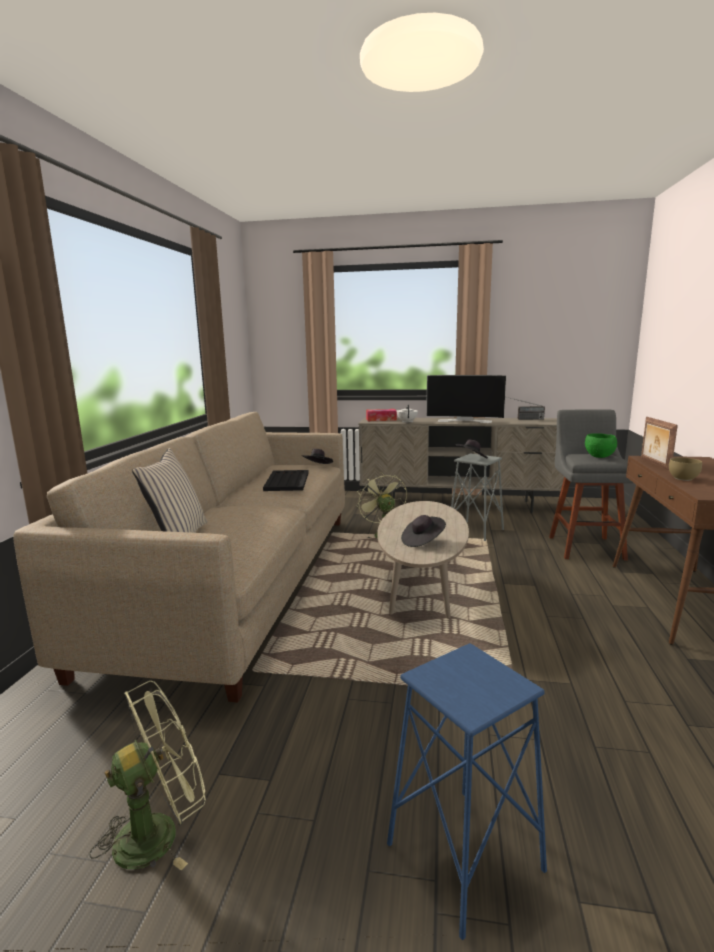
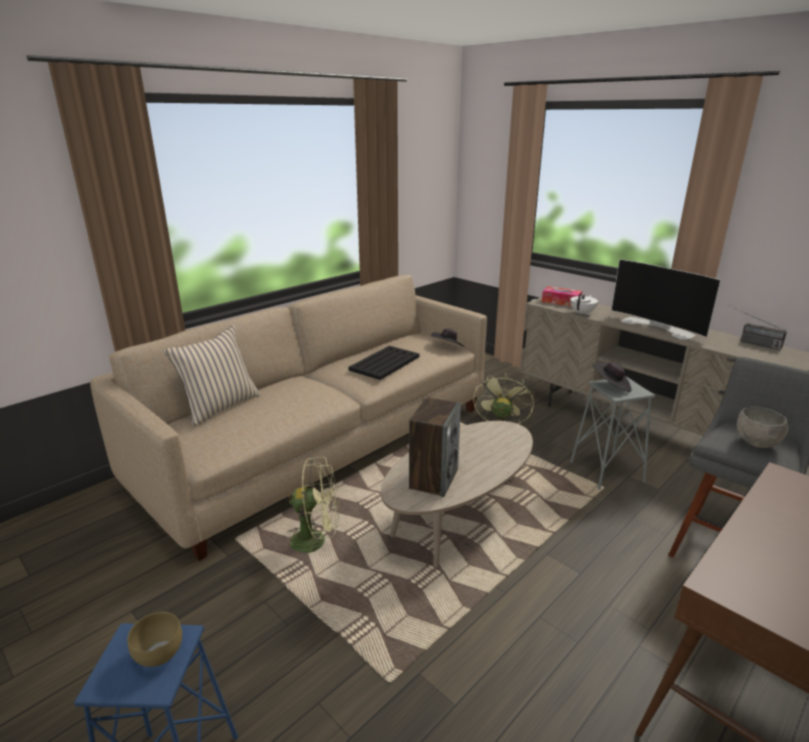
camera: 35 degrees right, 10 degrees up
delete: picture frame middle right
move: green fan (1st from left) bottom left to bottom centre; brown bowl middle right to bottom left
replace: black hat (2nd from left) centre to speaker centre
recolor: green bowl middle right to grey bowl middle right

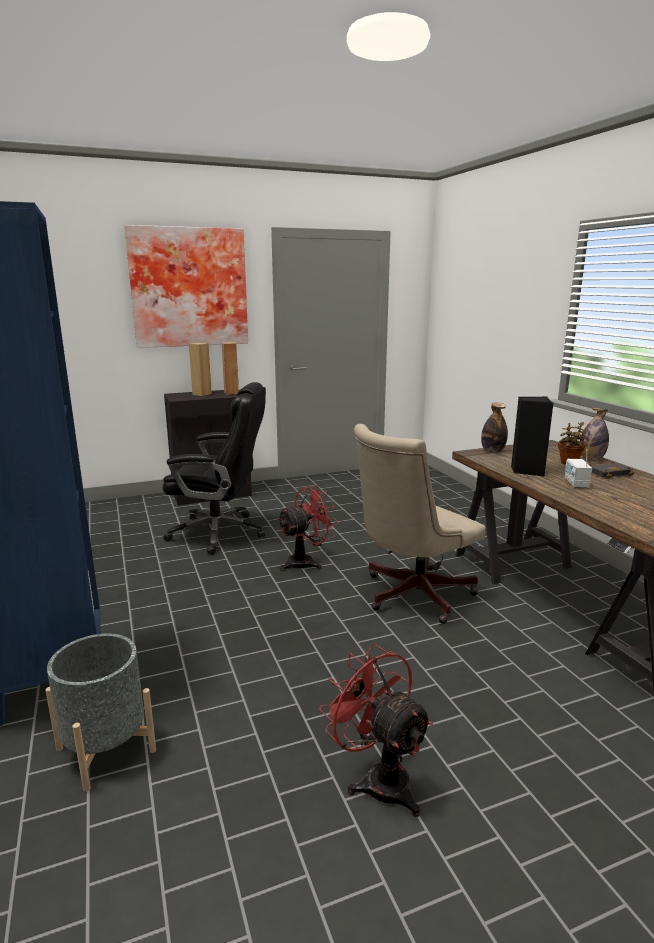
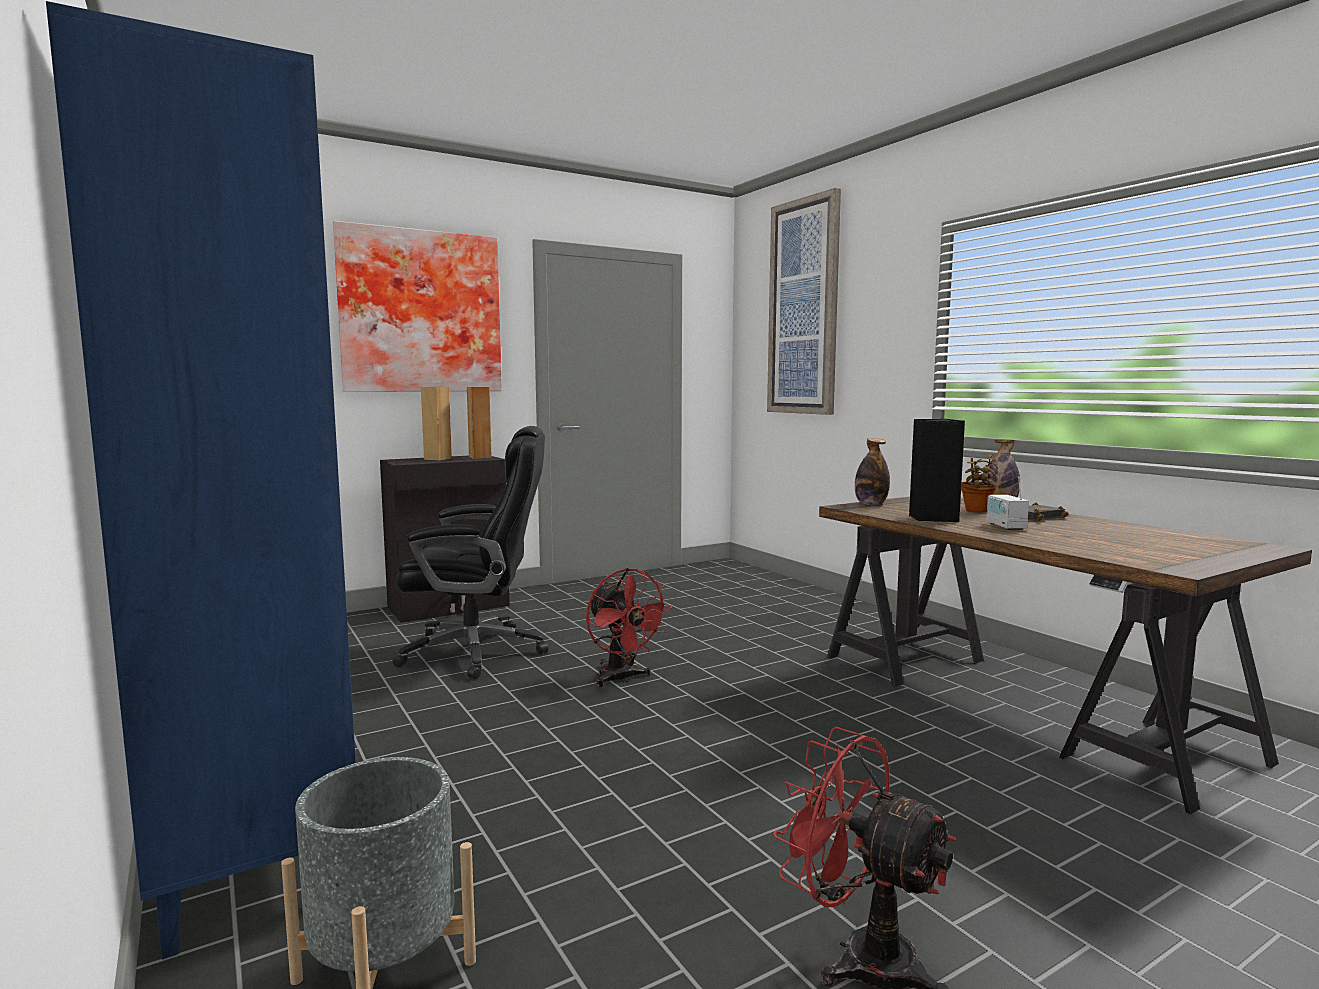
camera: 10 degrees left, 10 degrees down
delete: beige office chair centre
insert: picture (2nd from left) top centre
rotate: red fan (1st from left) centre = centre 105 degrees clockwise

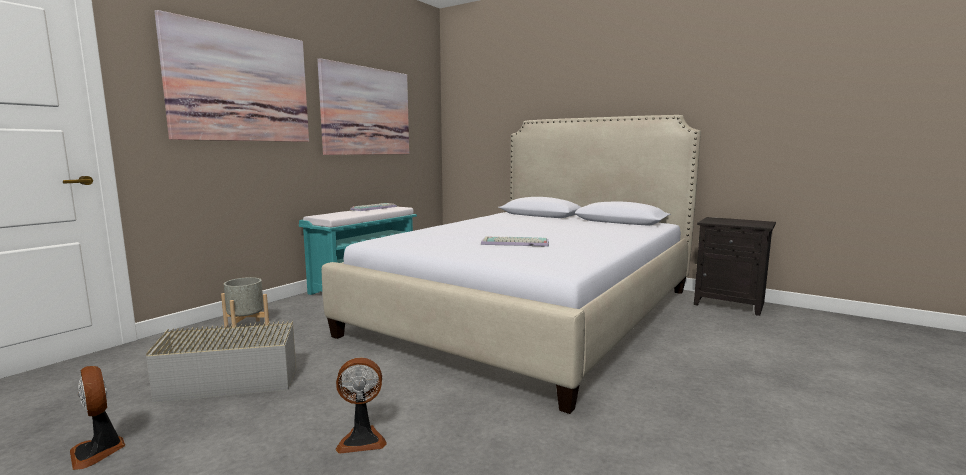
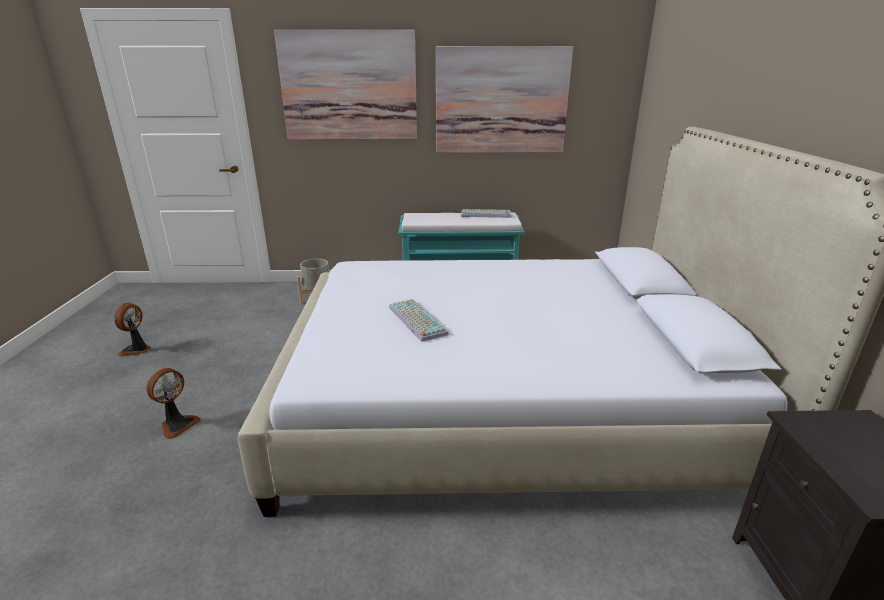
camera: 55 degrees right, 15 degrees up
delete: grey storage box bottom left
rotate: fan (2nd from left) bottom centre = bottom left 105 degrees counterclockwise

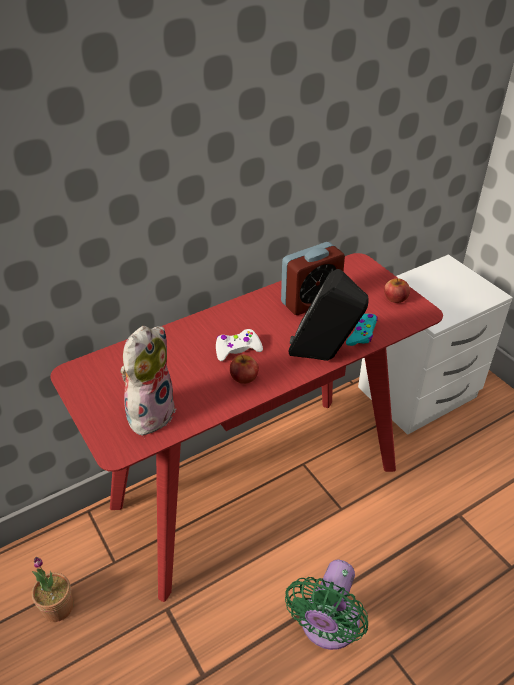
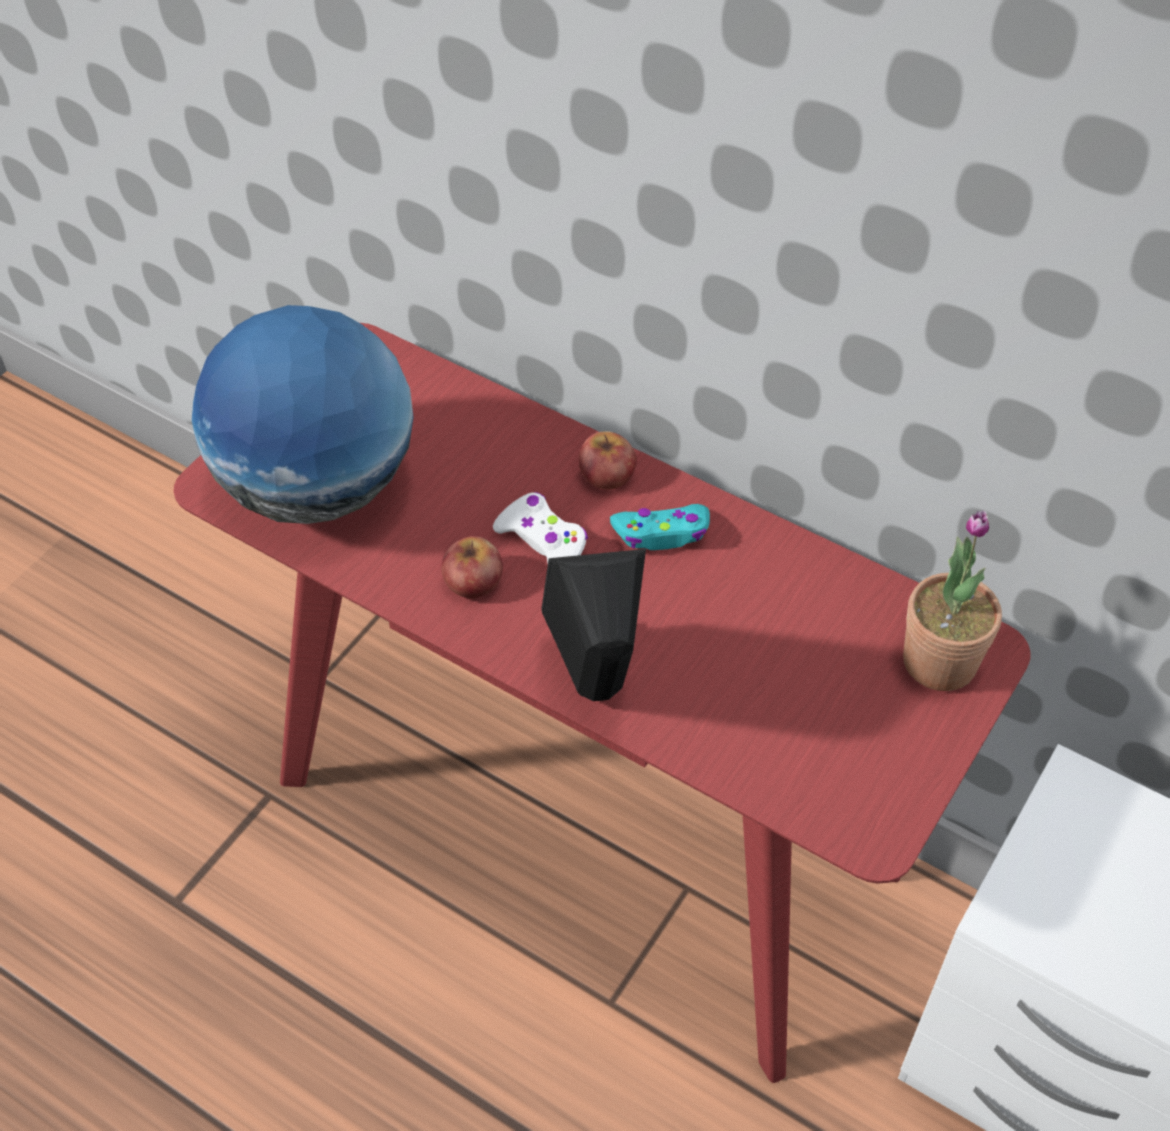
camera: 65 degrees right, 10 degrees up
delete: alarm clock centre; green fan bottom centre
move: potted plant bottom left to middle right; turquoise game controller middle right to centre; apple (2nd from left) middle right to centre
replace: plush toy middle left to globe middle left

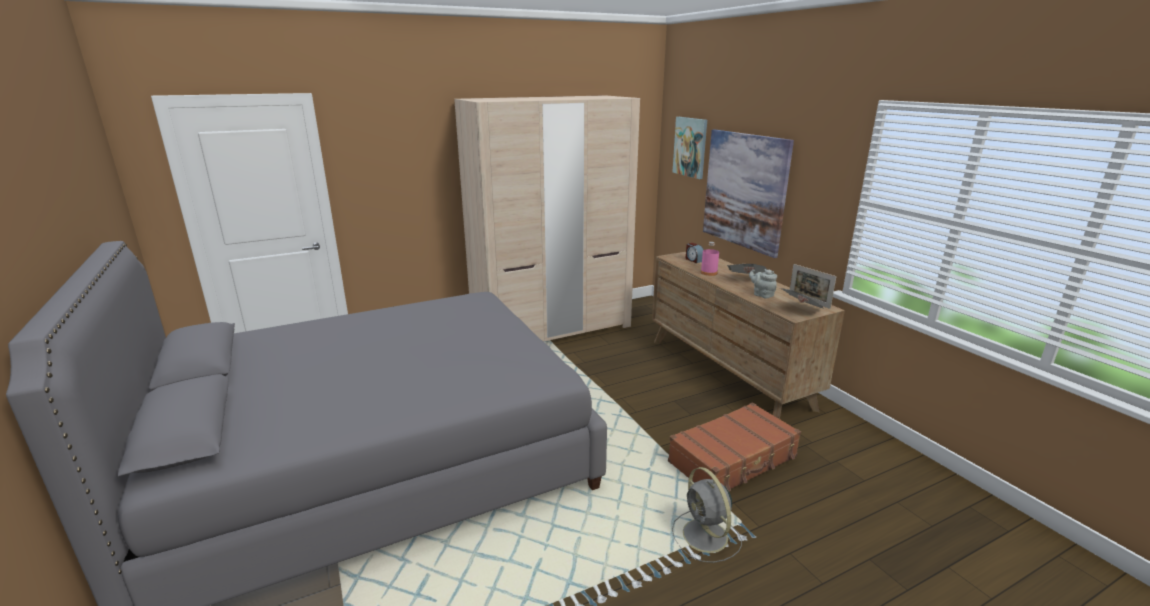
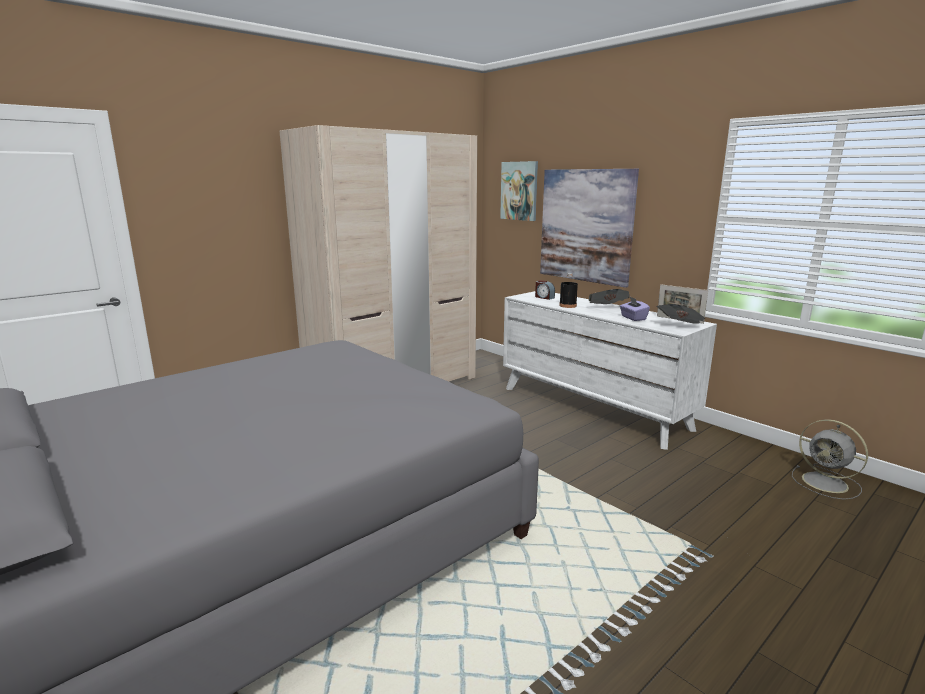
camera: 15 degrees left, 5 degrees down
delete: brown suitcase bottom centre
move: grey fan bottom centre to middle right
replace: grey teapot centre to purple tissue box middle right
recolor: brown dresser centre to white dresser centre; pink bottle centre to black bottle centre

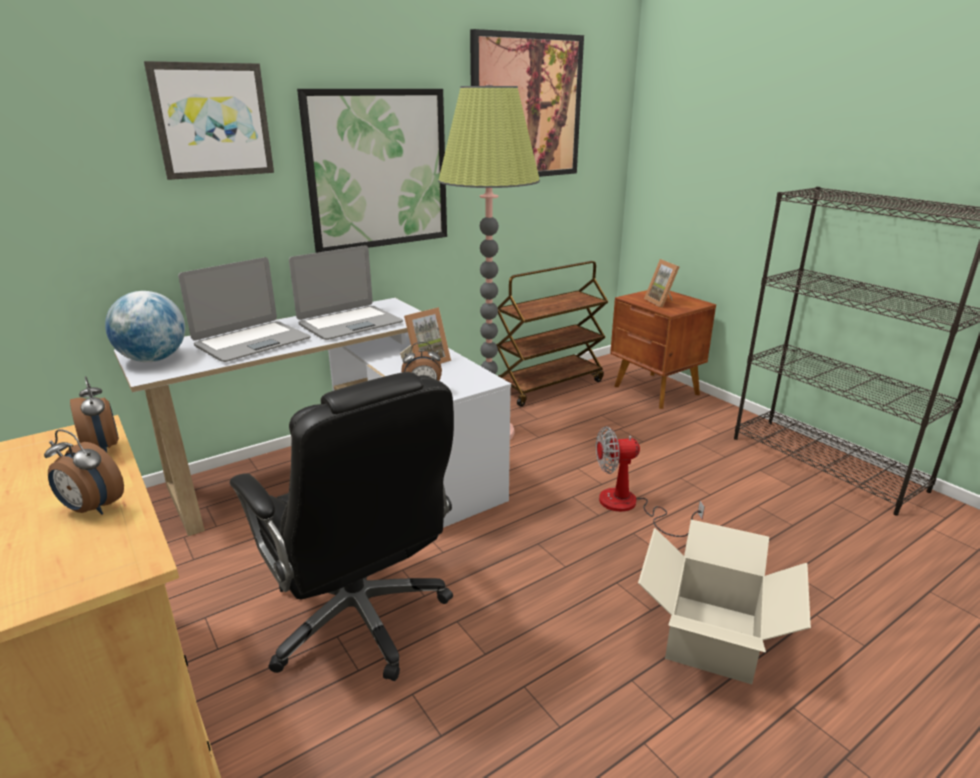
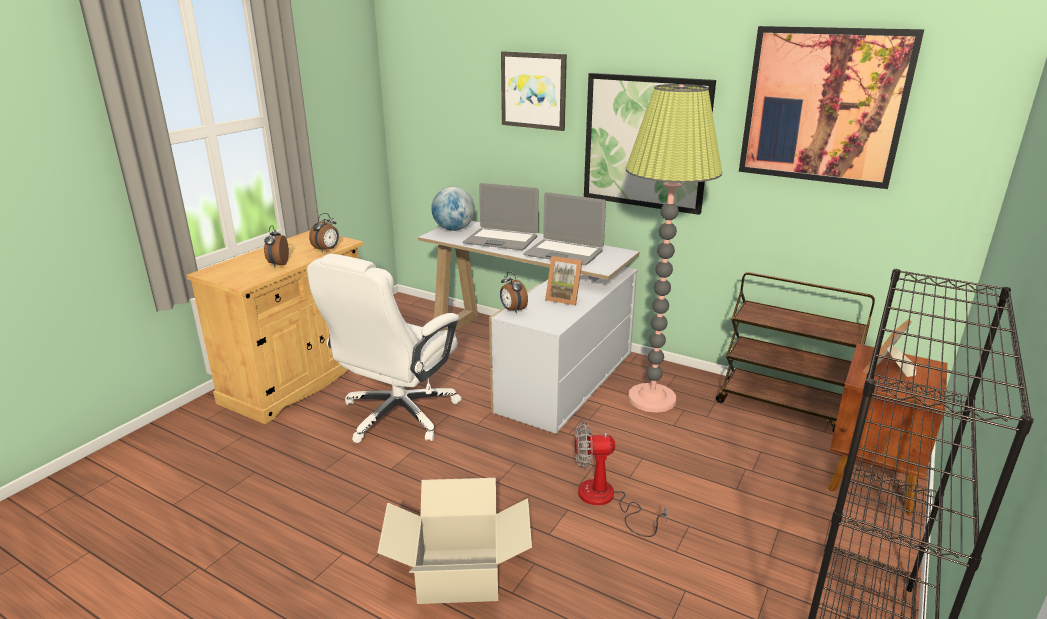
camera: 65 degrees right, 0 degrees up
recolor: black office chair bottom centre to white office chair centre
rotate: fan centre = bottom centre 60 degrees counterclockwise

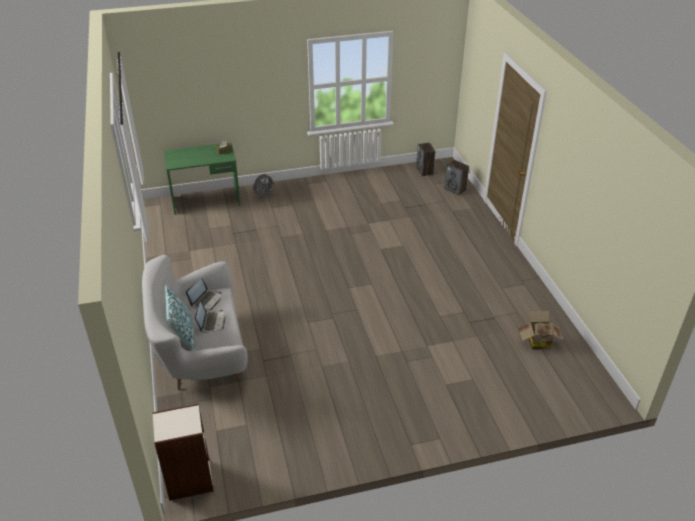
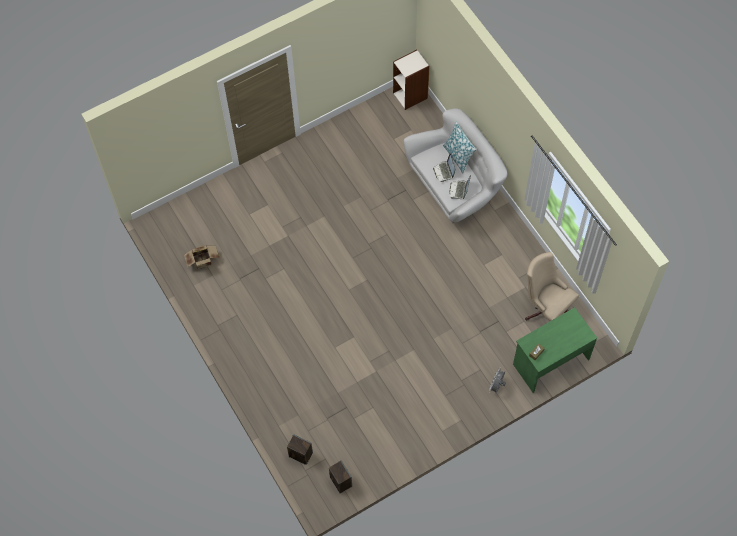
camera: 165 degrees right, 25 degrees up
insert: beige office chair middle right

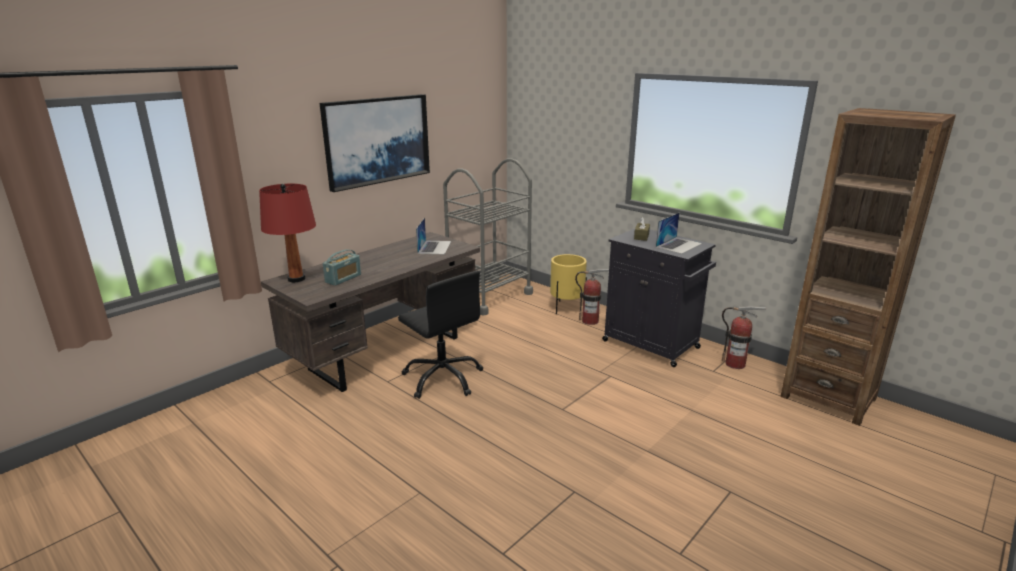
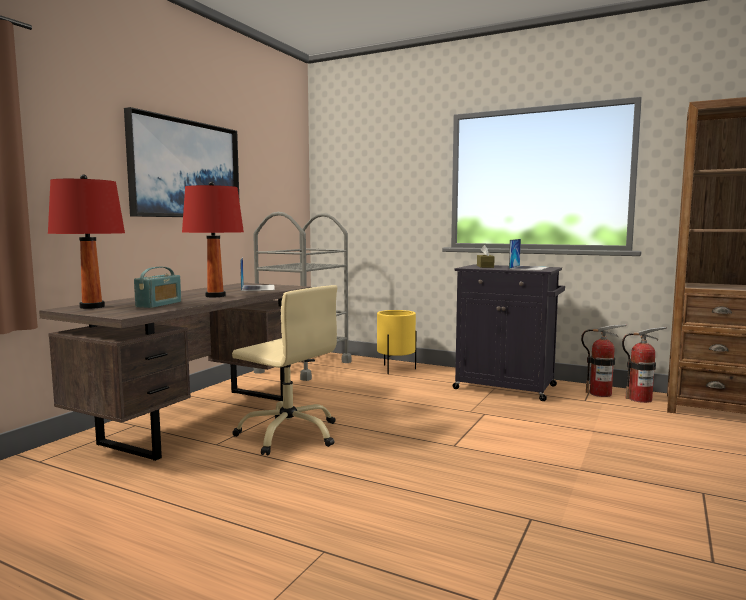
camera: 15 degrees left, 15 degrees down
insert: red table lamp (2nd from left) middle left
move: fire extinguisher (1st from left in the first image) centre to fire extinguisher (2nd from left) middle right
recolor: black office chair centre to beige office chair centre

